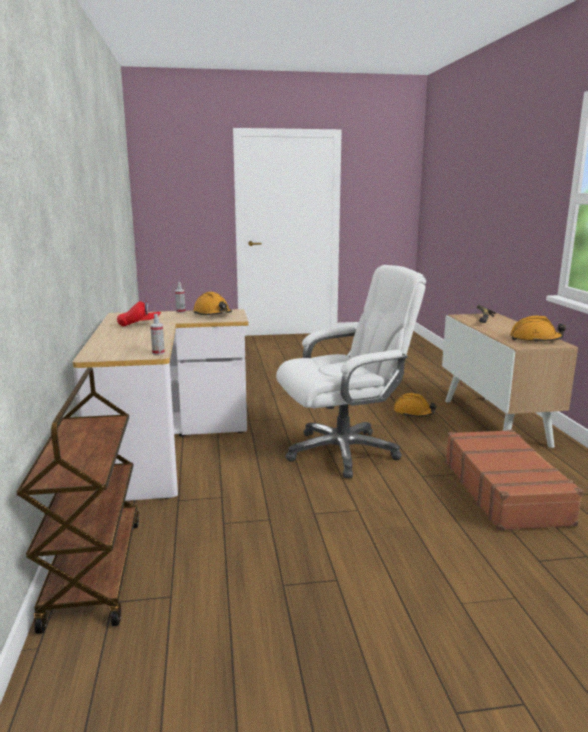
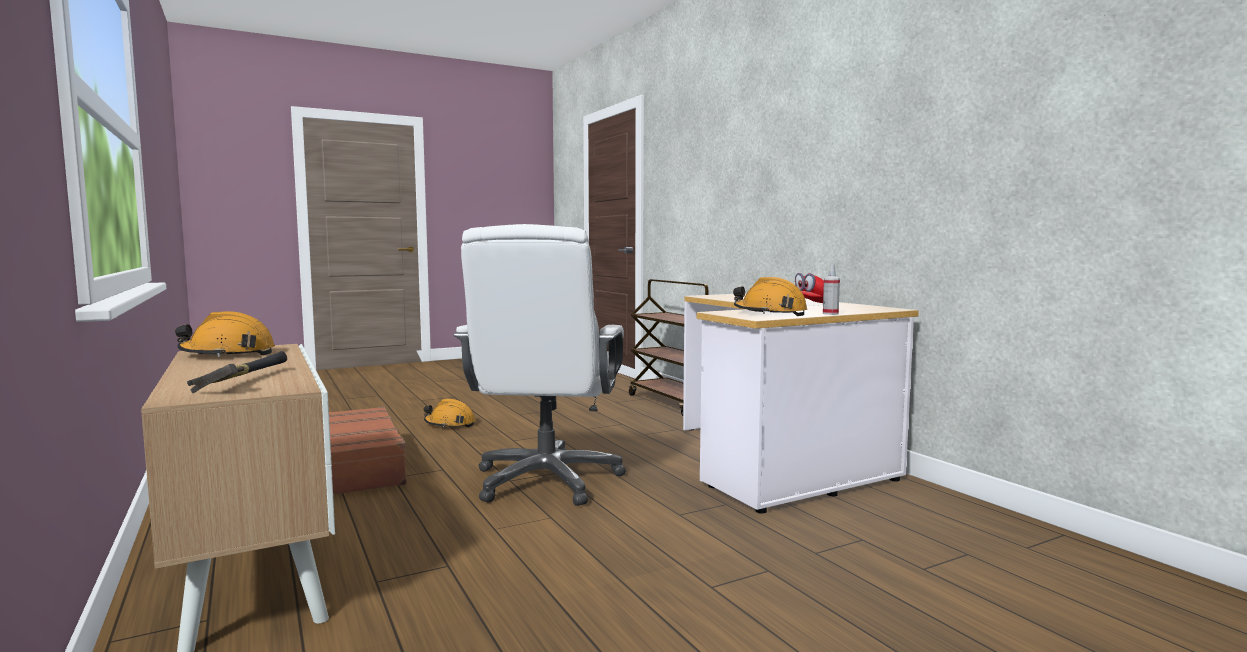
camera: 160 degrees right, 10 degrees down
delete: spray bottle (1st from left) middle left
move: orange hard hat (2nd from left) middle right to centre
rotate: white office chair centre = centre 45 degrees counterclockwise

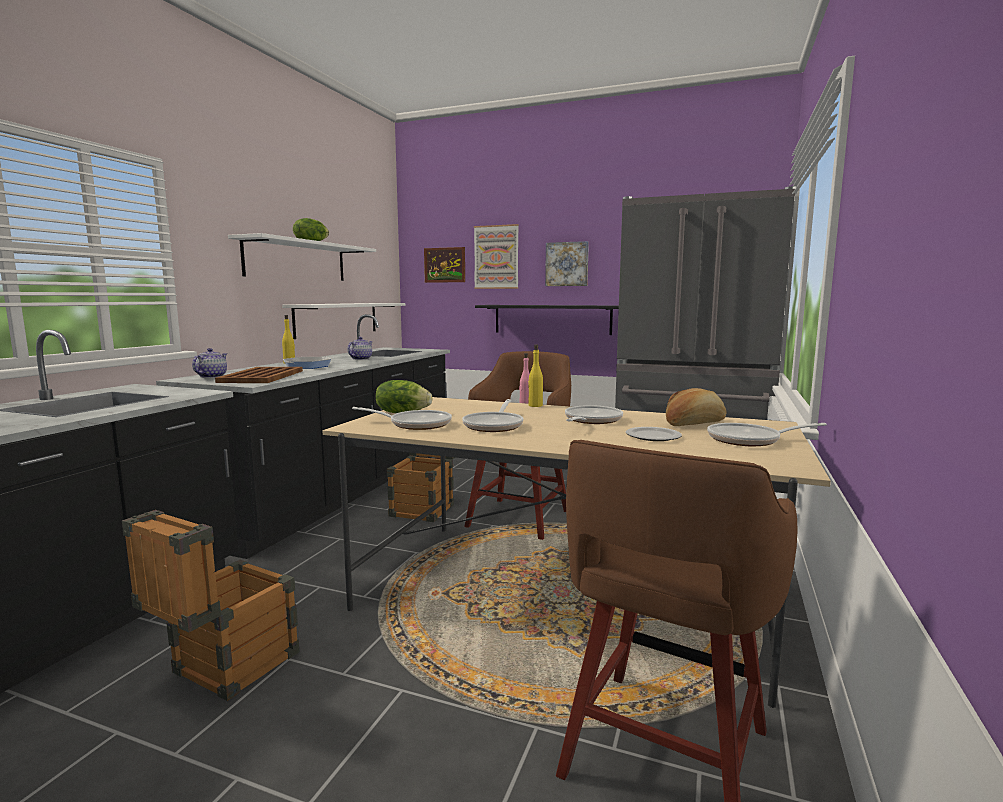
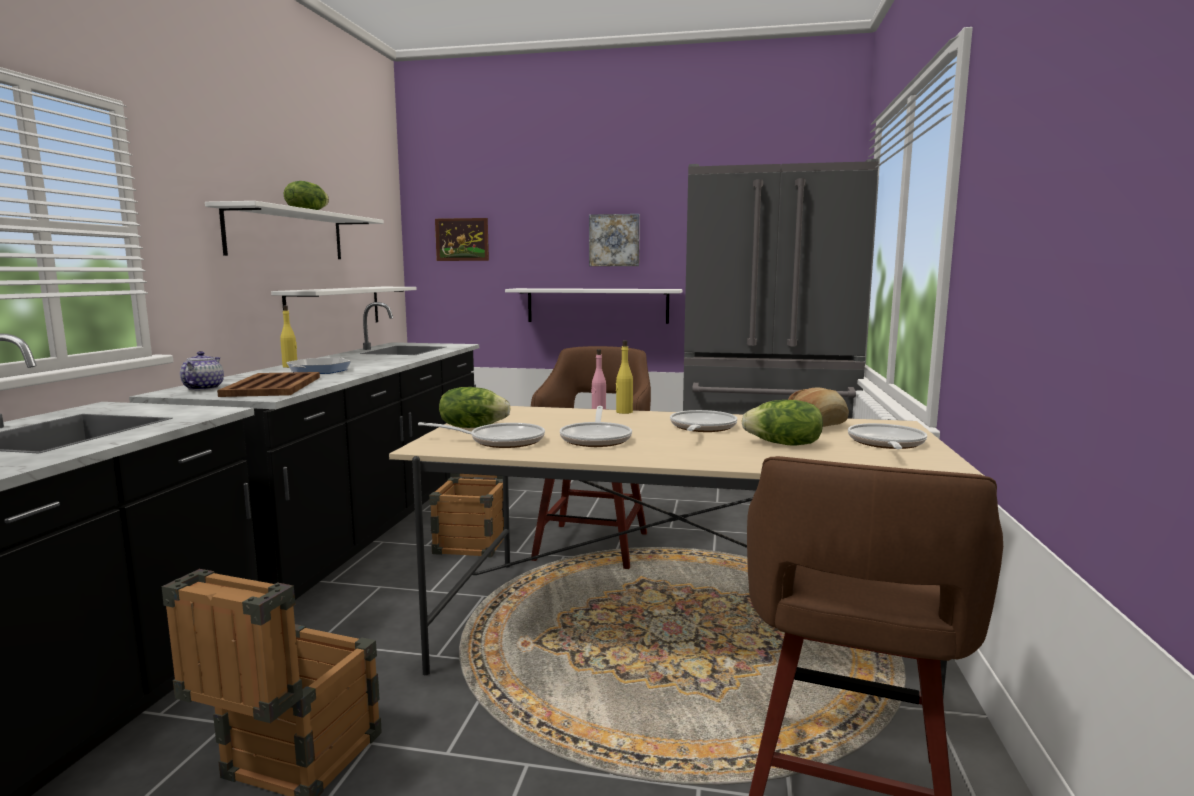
camera: 10 degrees left, 0 degrees up
delete: teapot (2nd from left) centre; picture (2nd from left) top centre
replace: plate centre to lettuce (3rd from left) centre
recolor: black shelf centre to white shelf (3rd from left) centre
rotate: frying pan (5th from left) middle right = middle right 120 degrees clockwise

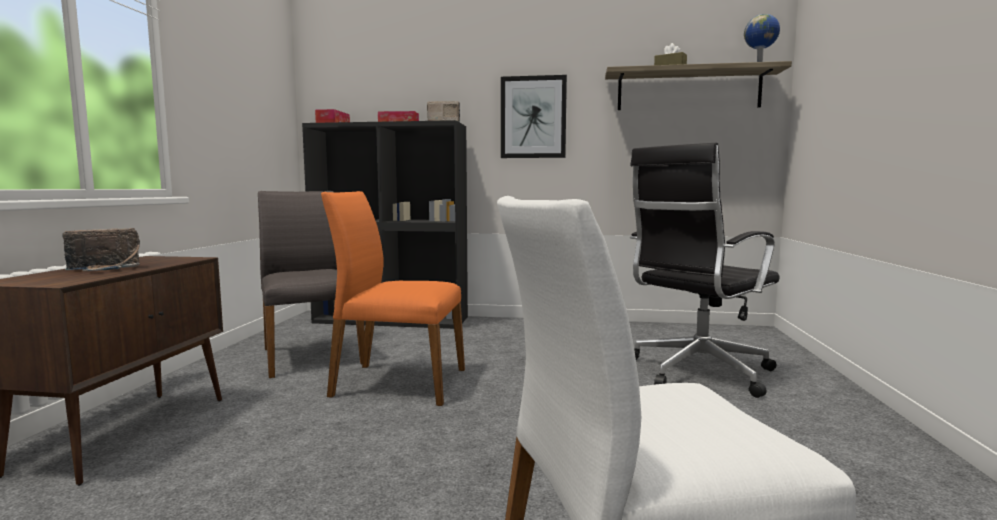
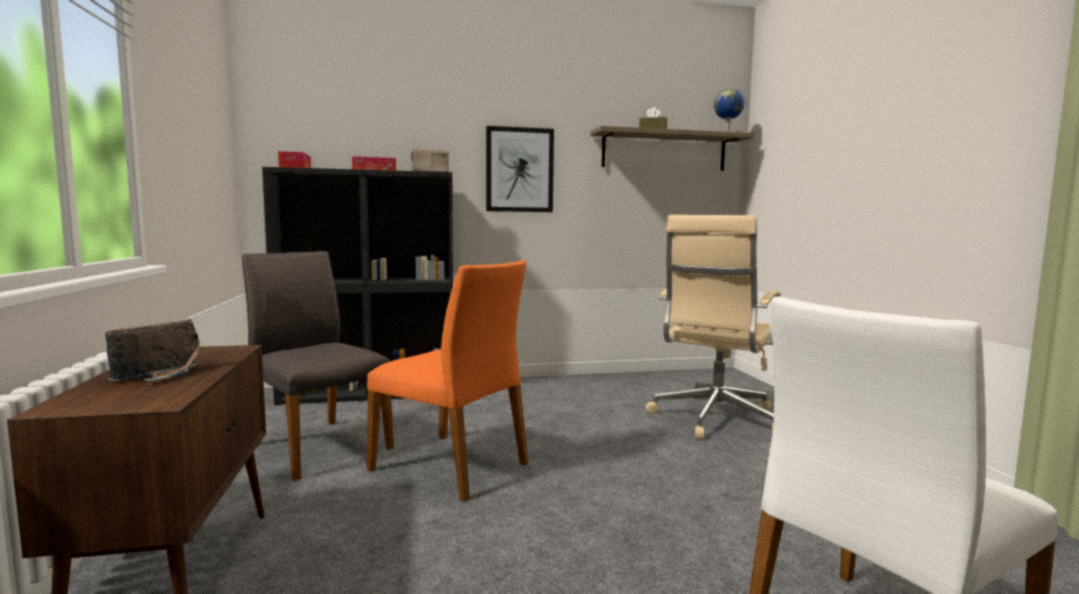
camera: 20 degrees left, 0 degrees up
recolor: black office chair middle right to beige office chair centre
rotate: orange chair centre = centre 135 degrees counterclockwise

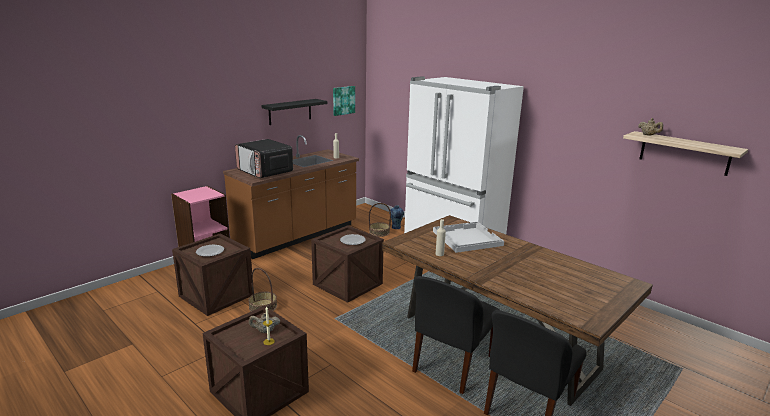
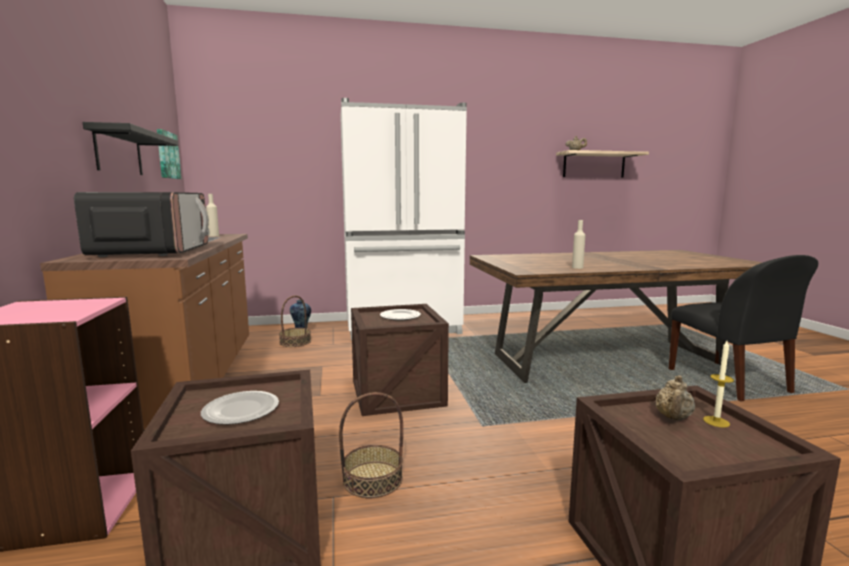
camera: 55 degrees left, 10 degrees down
delete: black chair (1st from left) bottom centre; white tray centre
rotate: microwave centre = middle left 90 degrees counterclockwise

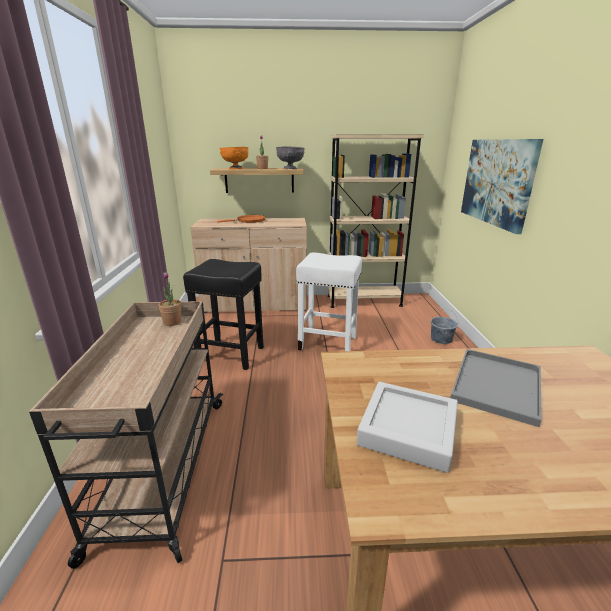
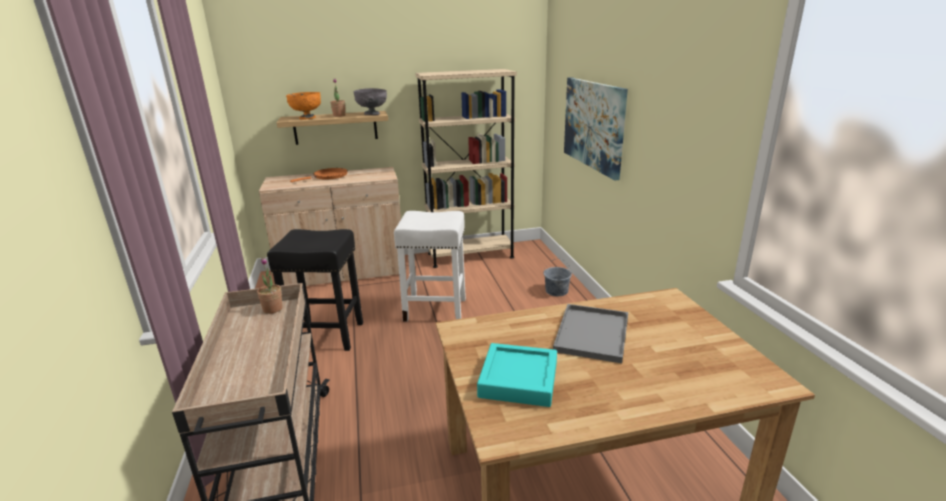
camera: 10 degrees left, 0 degrees up
recolor: grey tray (1st from left) bottom centre to turquoise tray bottom centre

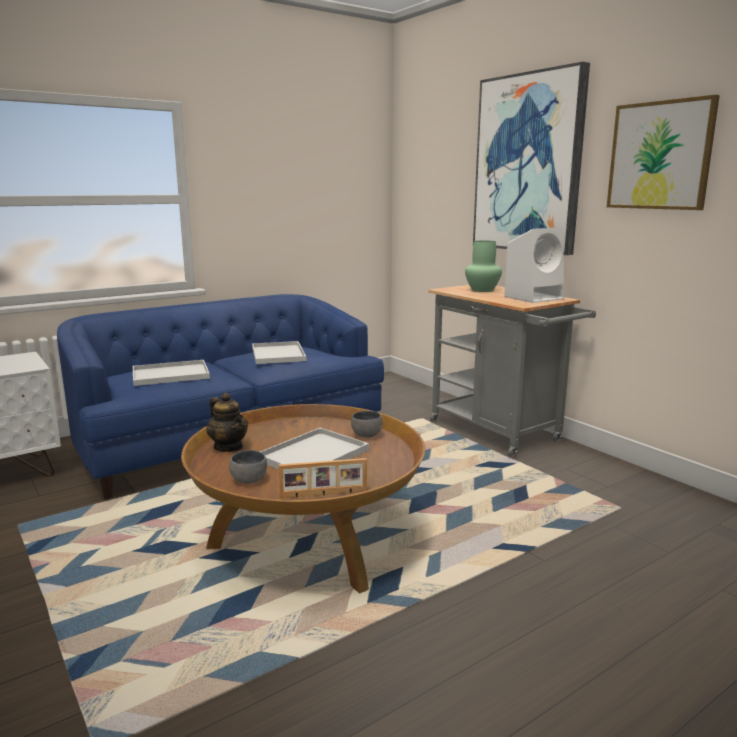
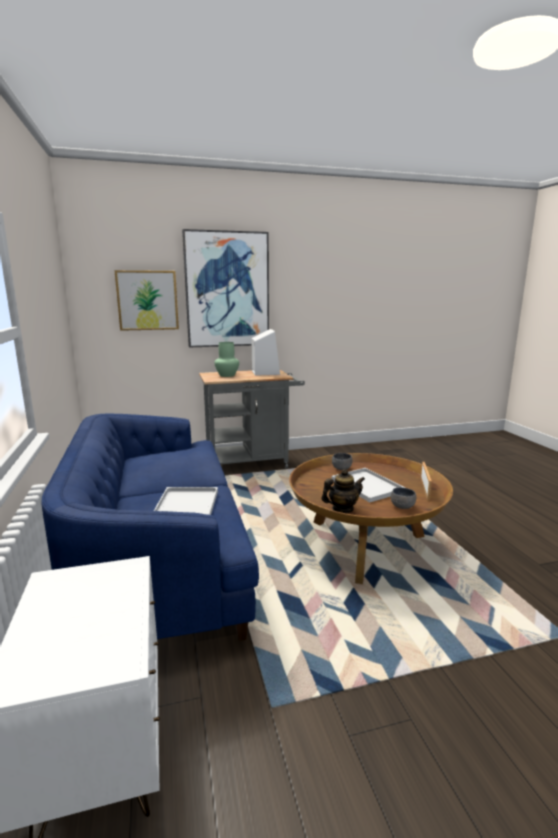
camera: 70 degrees left, 0 degrees up
delete: white tray (2nd from left) centre
move: picture (2nd from left in the first image) top right to picture (1st from left) middle left

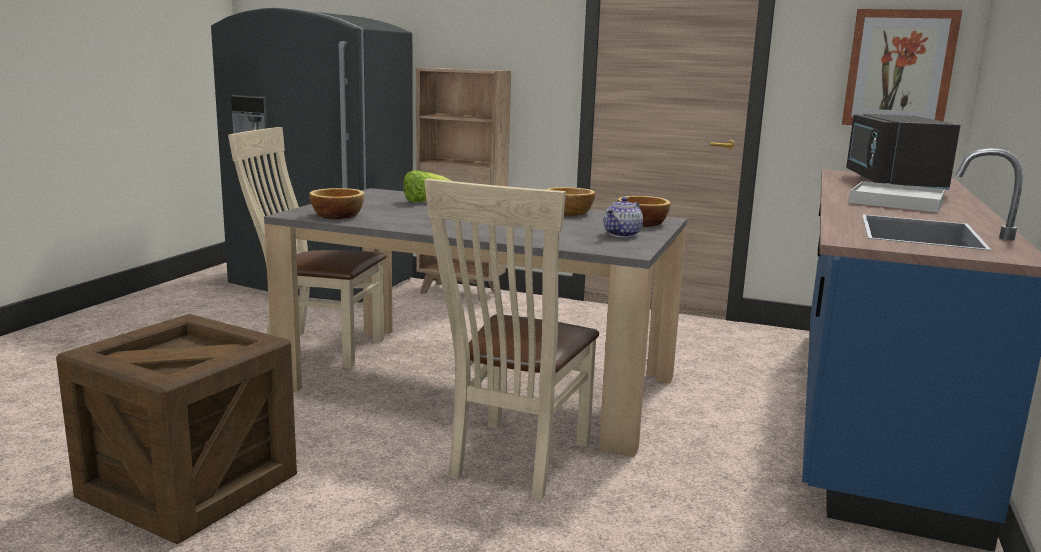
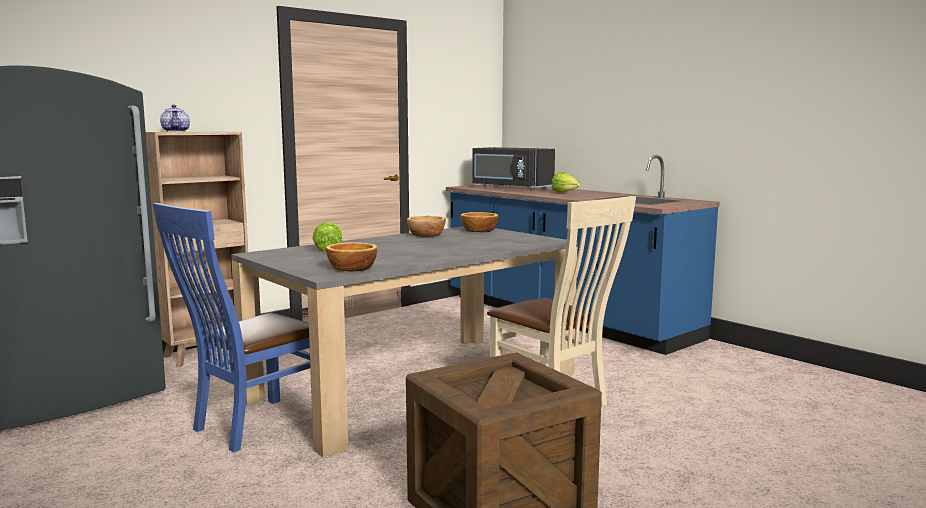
camera: 60 degrees left, 5 degrees down
delete: picture top right
move: teapot centre to top left
replace: white tray middle right to lettuce (2nd from left) centre
recolor: beige chair (1st from left) middle left to blue chair middle left

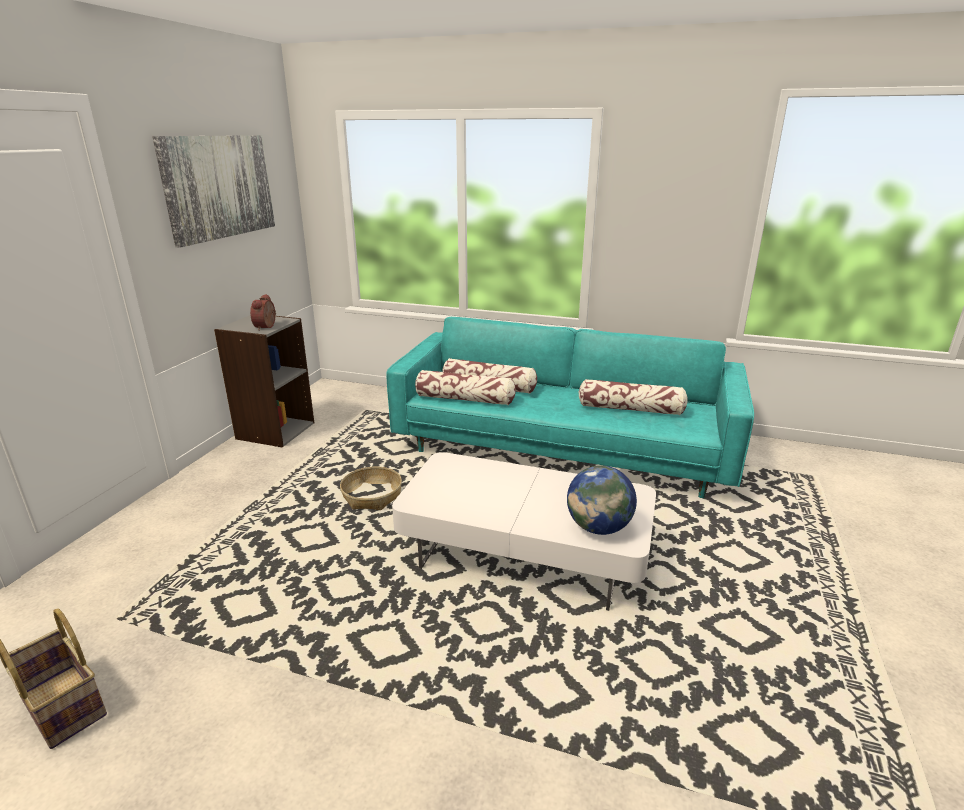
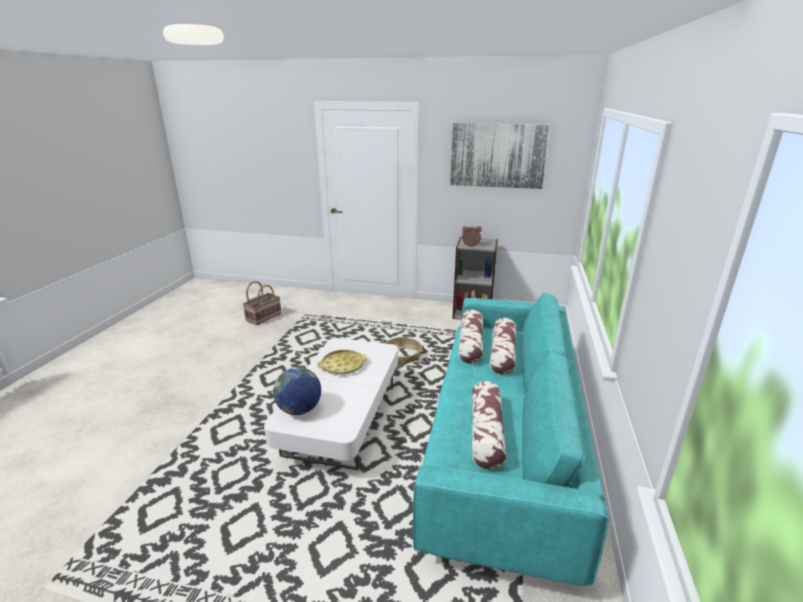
camera: 85 degrees right, 0 degrees up
insert: yellow tray centre

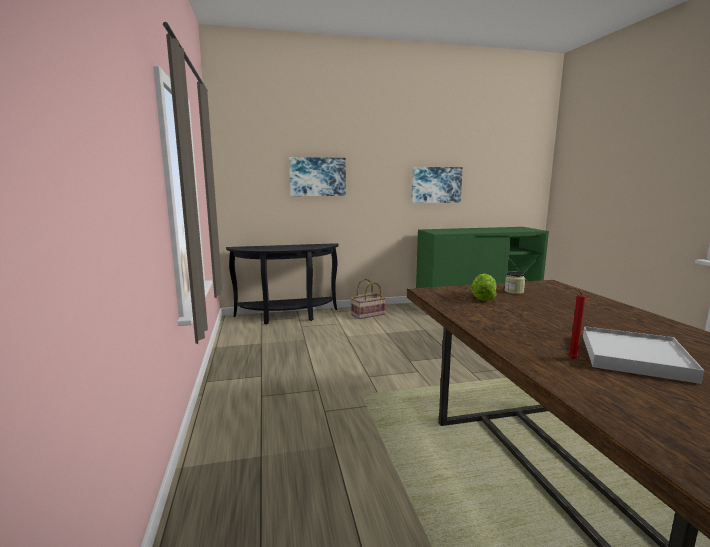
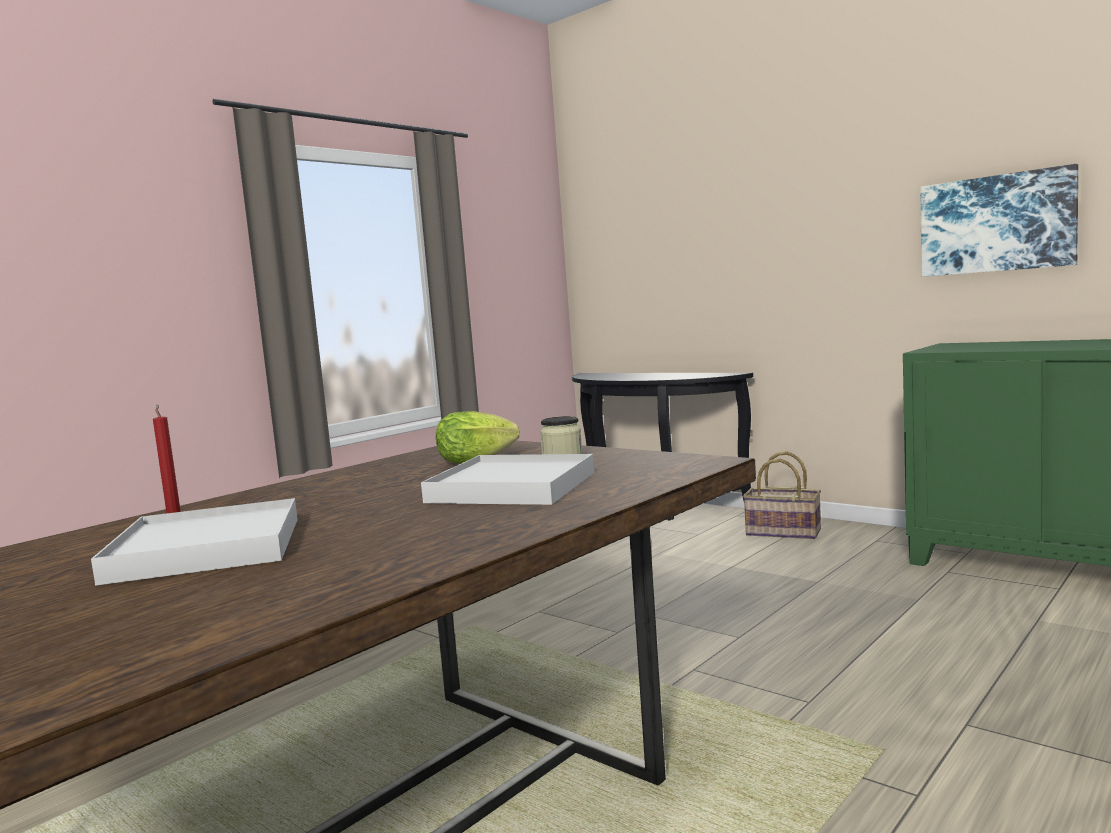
camera: 55 degrees right, 5 degrees down
delete: picture (1st from left) top centre
insert: white tray (2nd from left) centre

